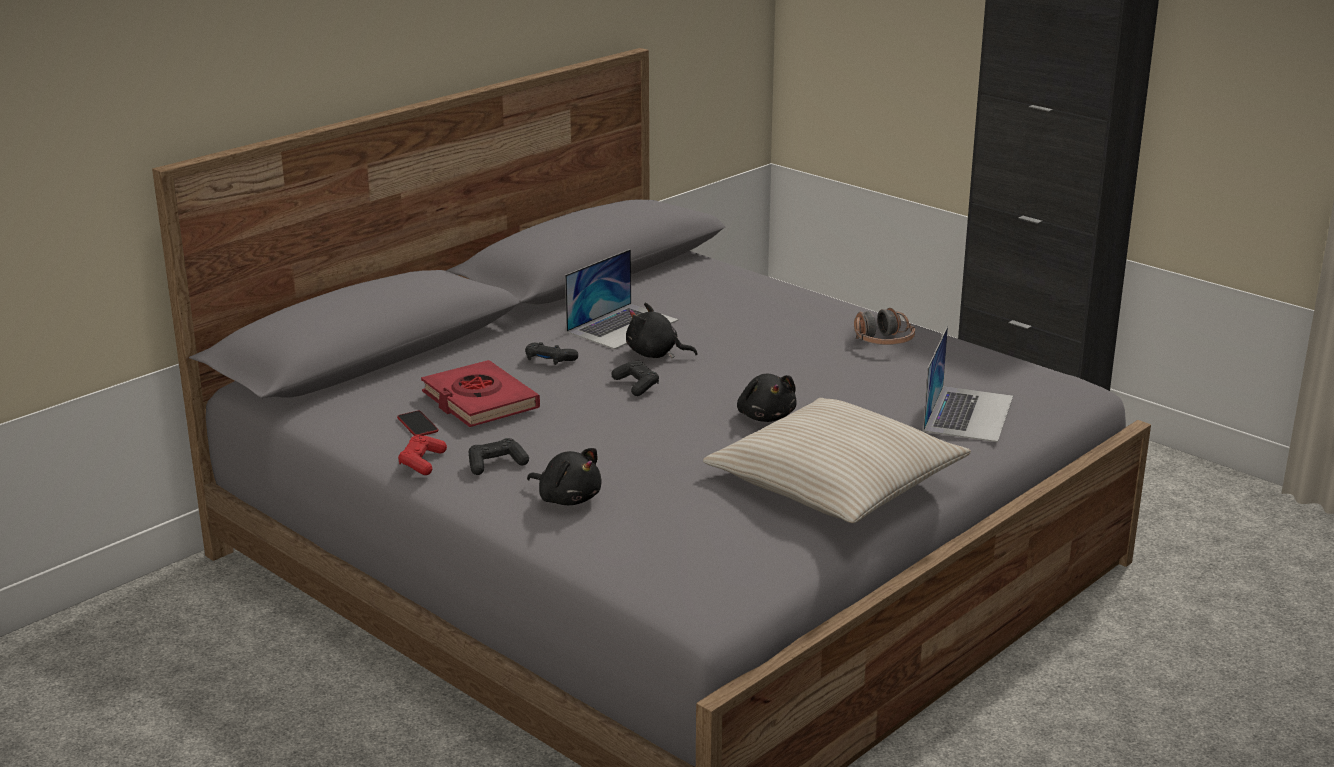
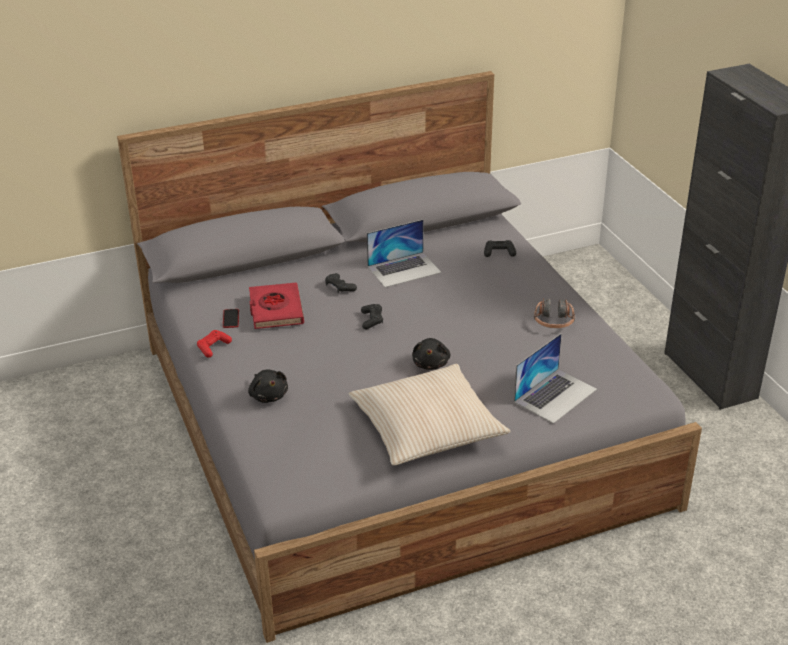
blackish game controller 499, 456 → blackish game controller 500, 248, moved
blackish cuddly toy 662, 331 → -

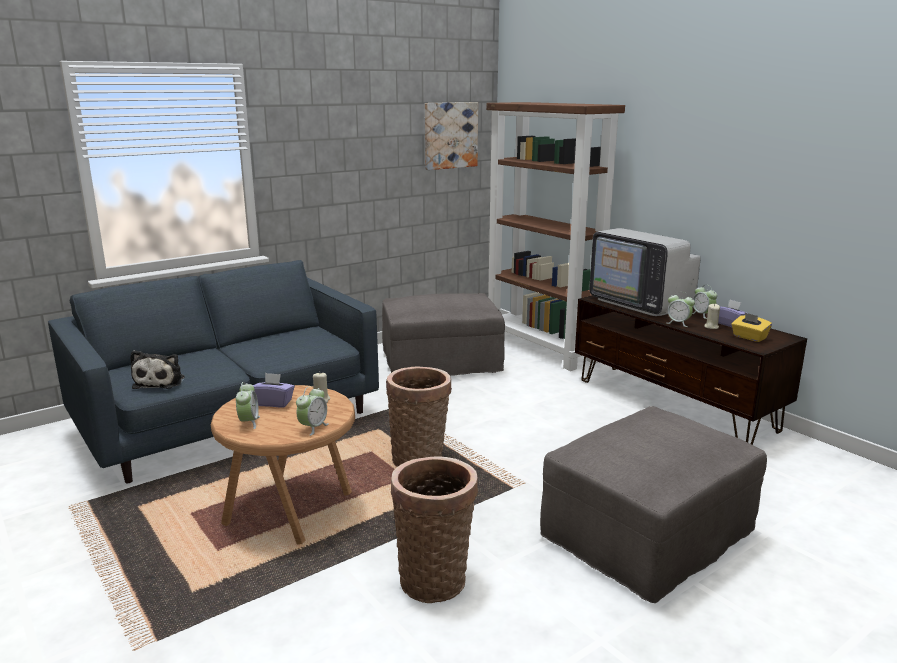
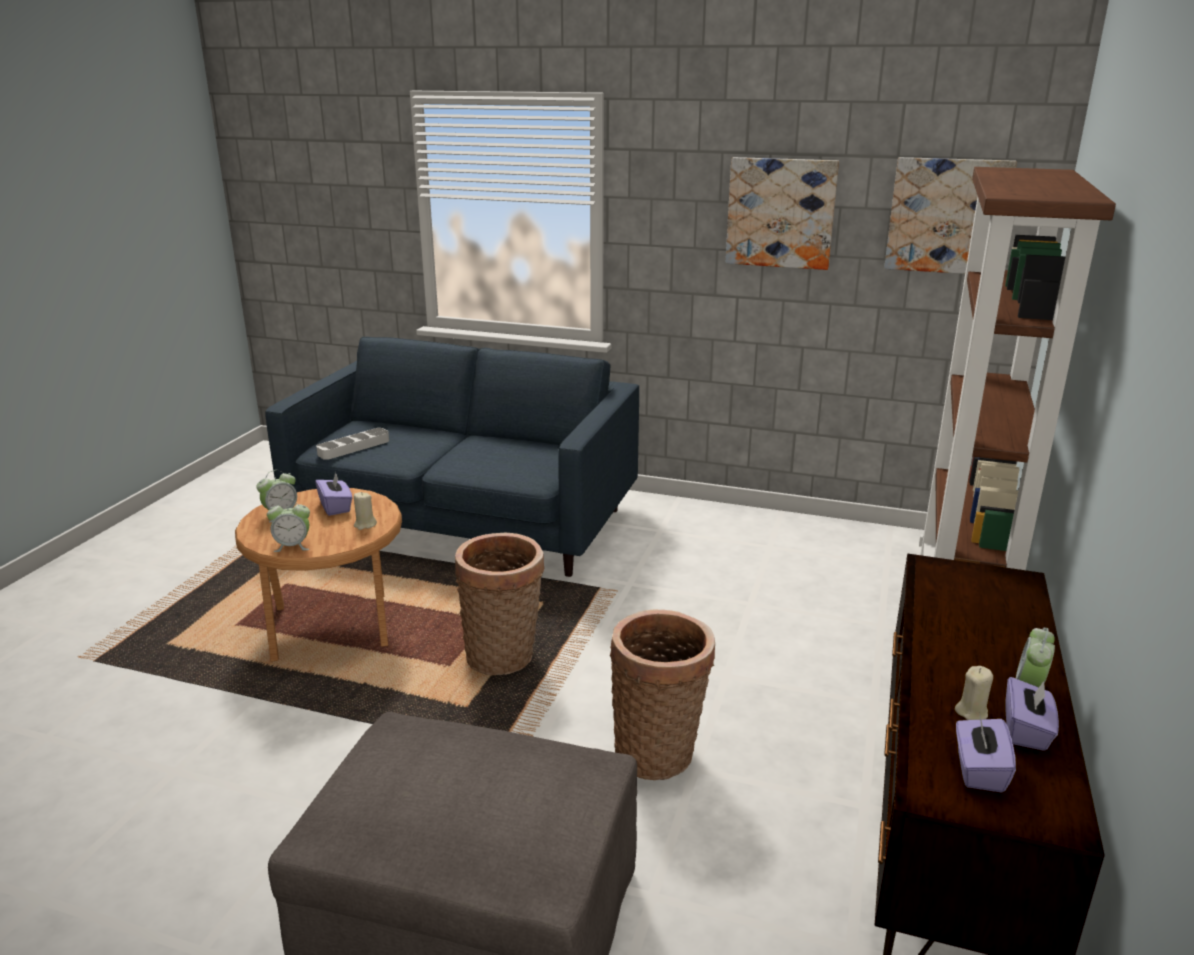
cuddly toy 157, 369 → greyish serving tray 352, 444
household basket 434, 529 → household basket 662, 695, moved
- → picture 782, 213
yellow box of tissues 751, 327 → purplish box of tissues 986, 754
greyish footrest 443, 334 → -
TV set 645, 272 → -
table clock 681, 309 → -

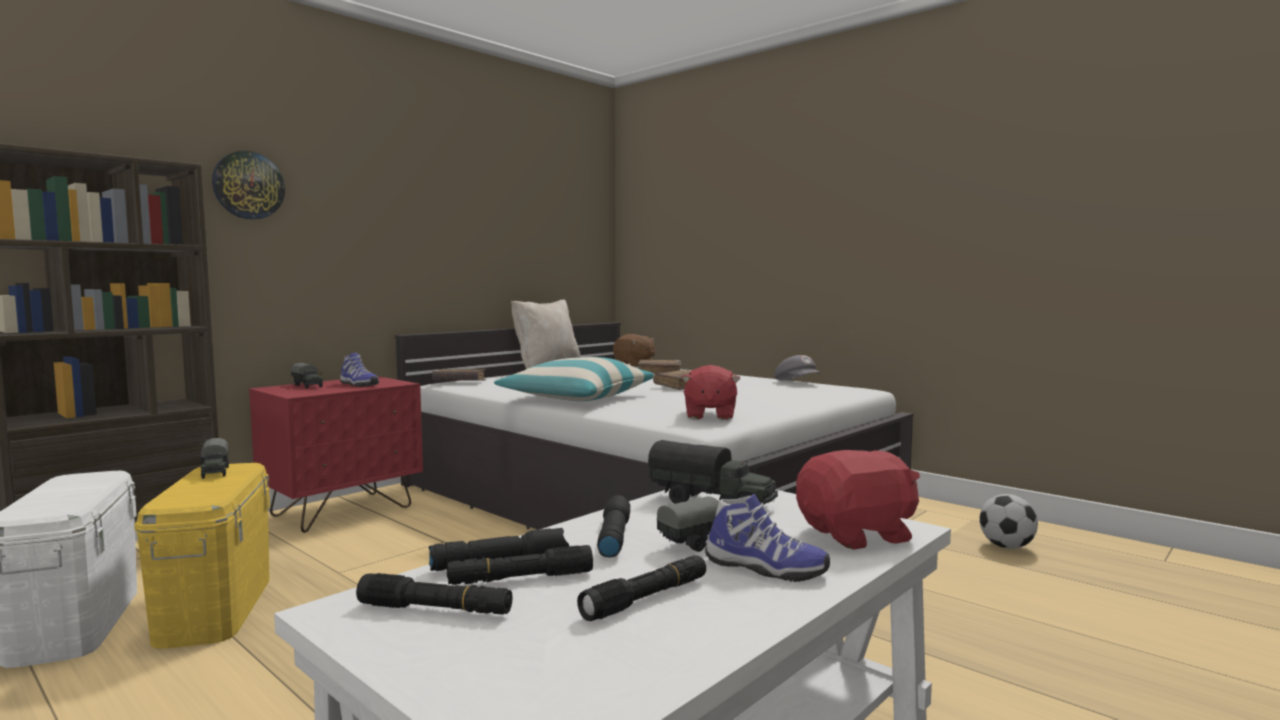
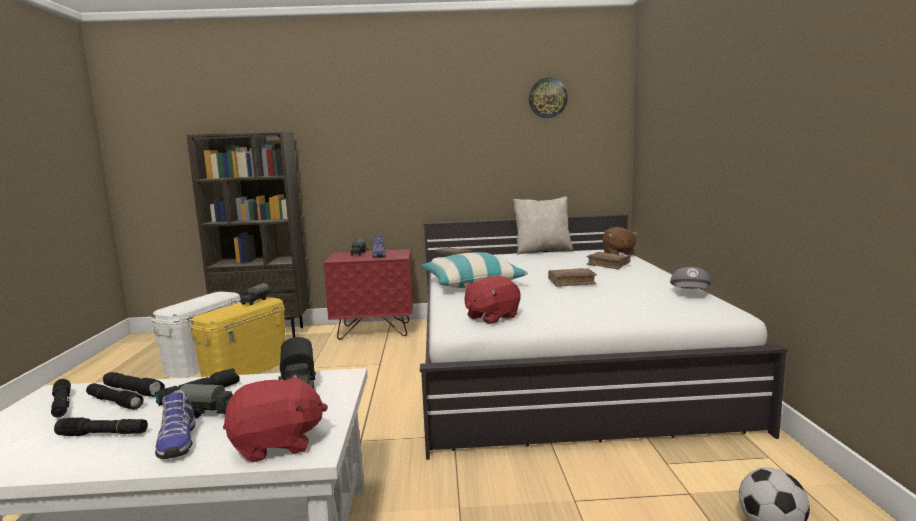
reddish cuddly toy 858, 500 → reddish cuddly toy 275, 418, 45 degrees counterclockwise
clock on the wall 248, 185 → clock on the wall 548, 98, moved

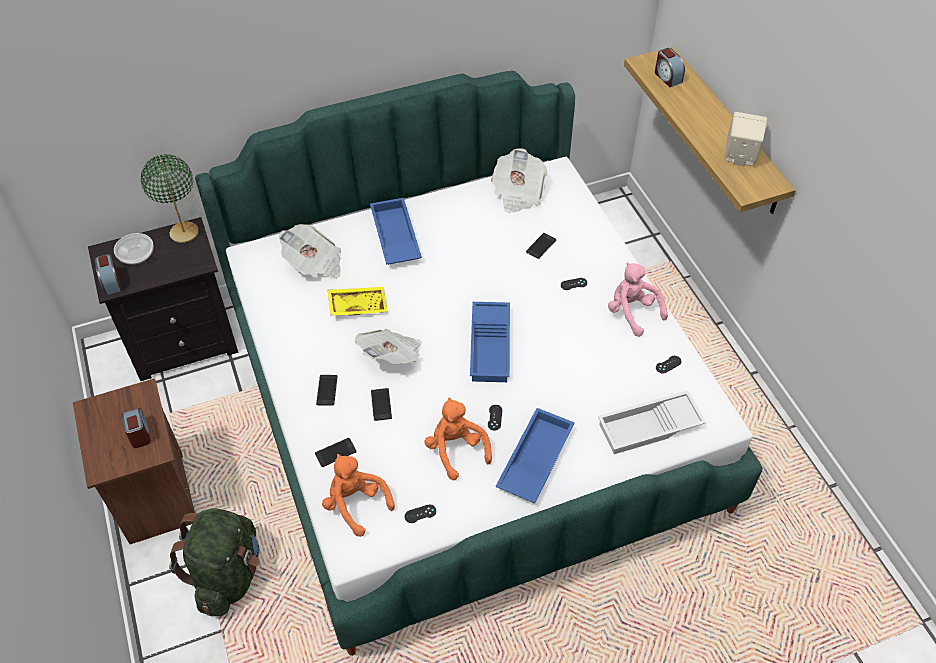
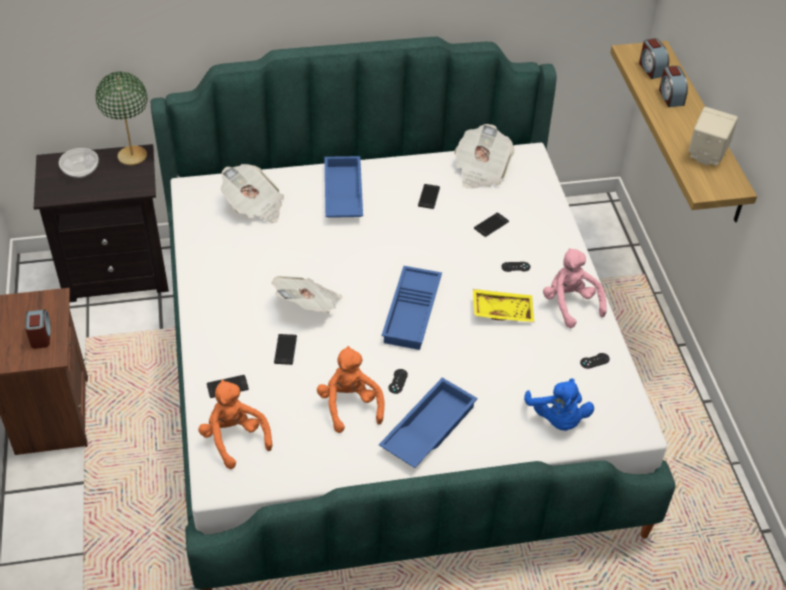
phone 327, 390 → phone 429, 196, moved
yellow serving tray 358, 301 → yellow serving tray 503, 306, moved
white serving tray 652, 422 → blue-coloured cuddly toy 559, 404
table clock 108, 274 → table clock 673, 86, moved
green-coloured knapsack 214, 562 → -
blackish game controller 420, 513 → -

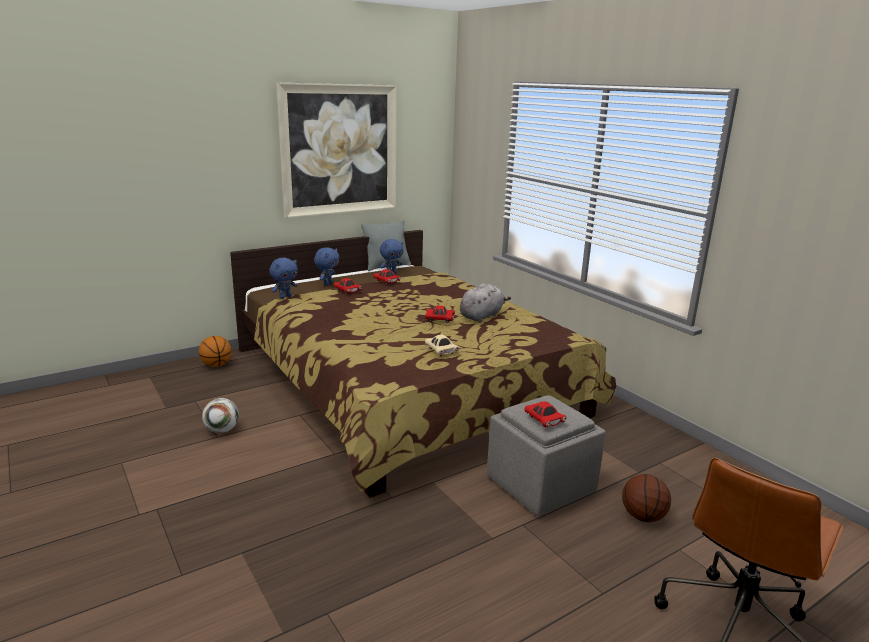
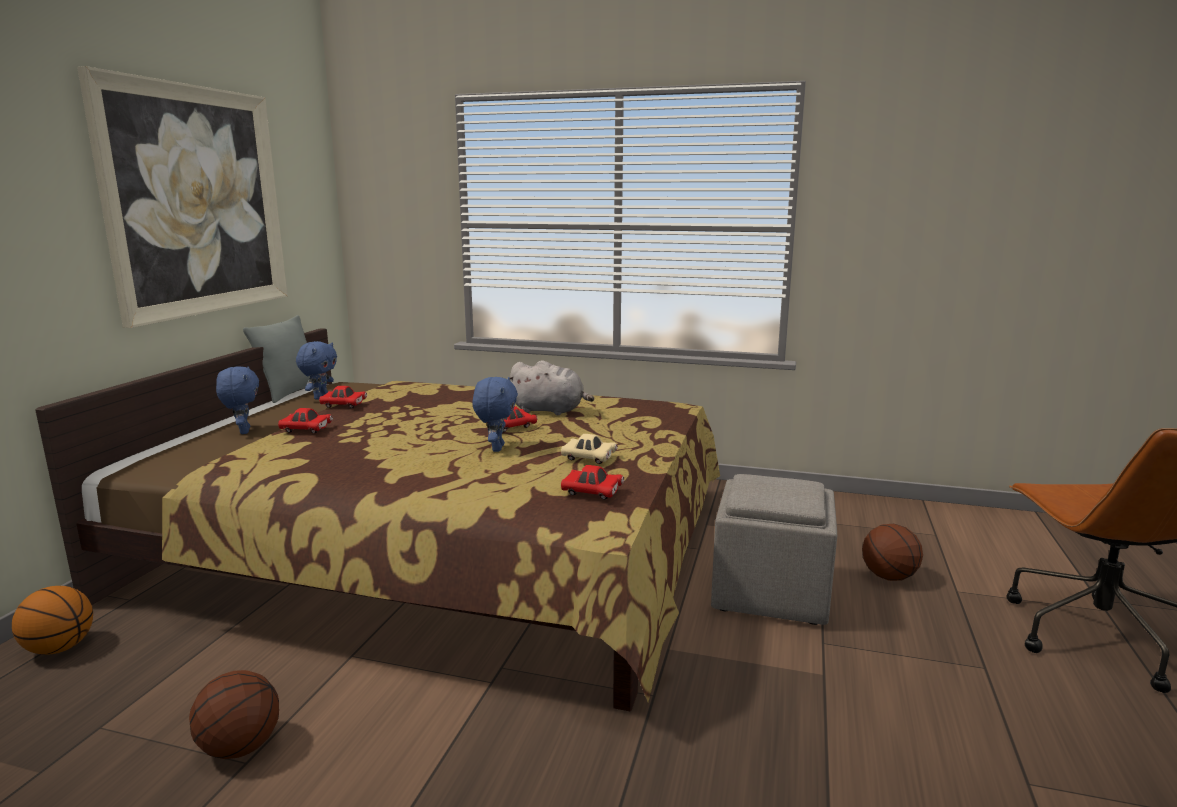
football ball 220, 415 → ball for basketball 234, 714
blue-coloured cuddly toy 283, 278 → blue-coloured cuddly toy 495, 414, moved
greyish cuddly toy 485, 302 → greyish cuddly toy 552, 387, 105 degrees clockwise
reddish miniature car 545, 414 → reddish miniature car 592, 482, moved

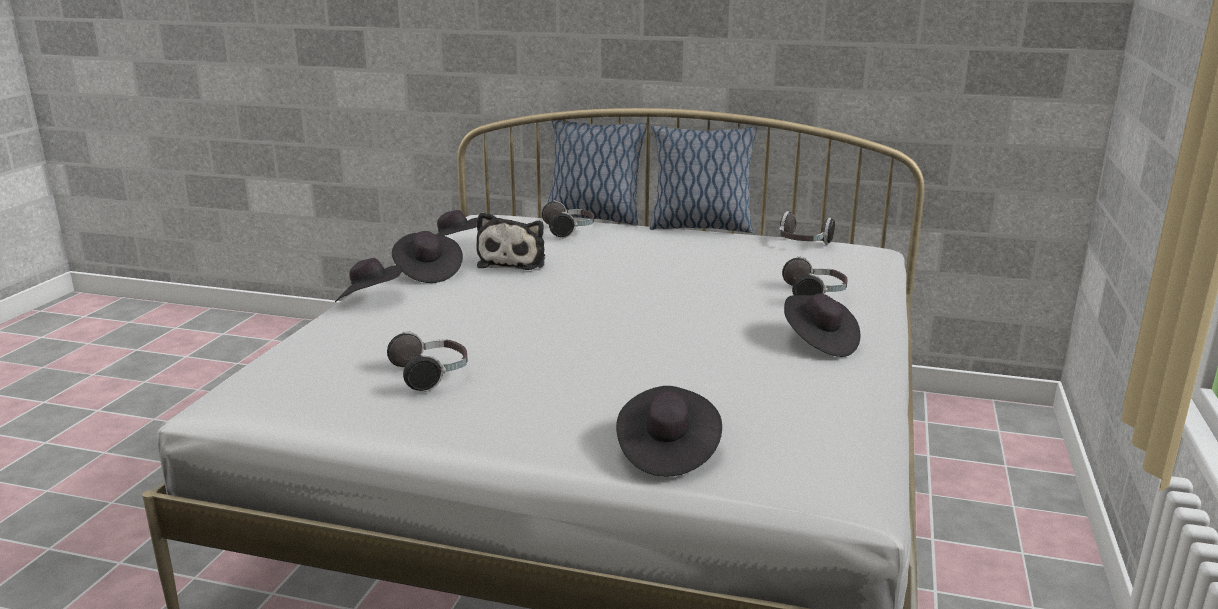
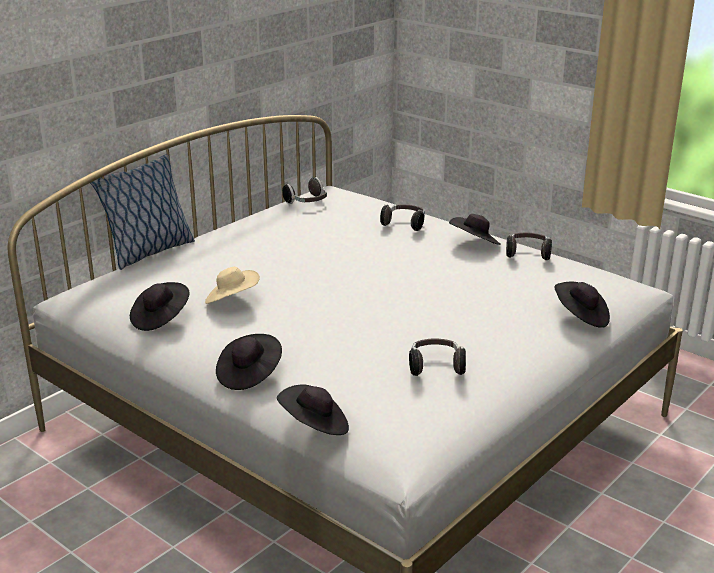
cuddly toy 510, 241 → beige-coloured hat 232, 285
blackish hat 427, 257 → blackish hat 313, 409, moved
pair of headphones 568, 219 → pair of headphones 529, 246, moved
pillow 703, 179 → -

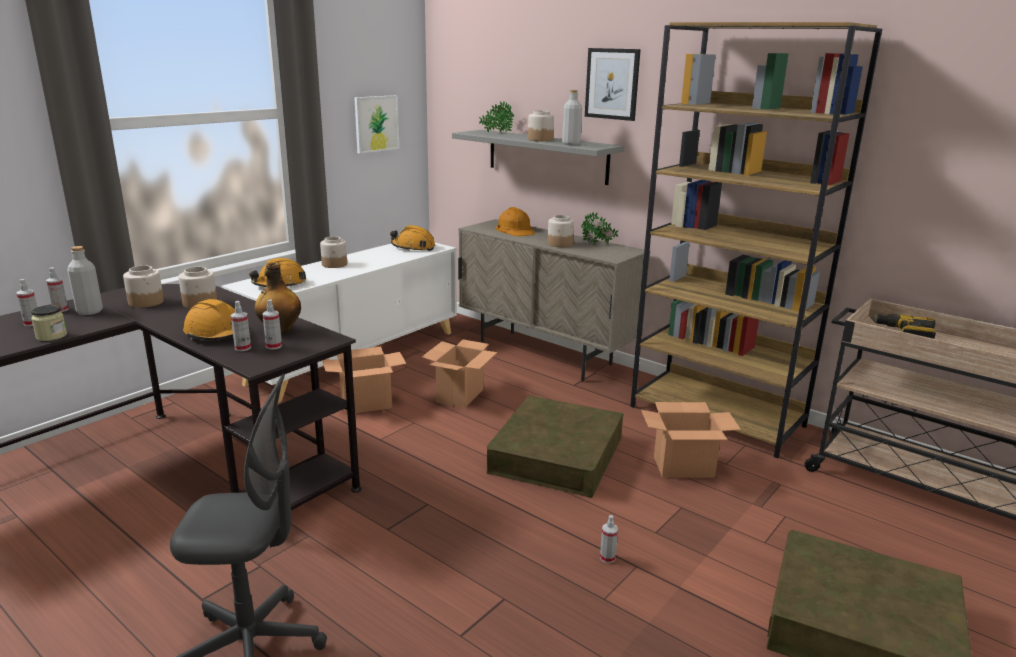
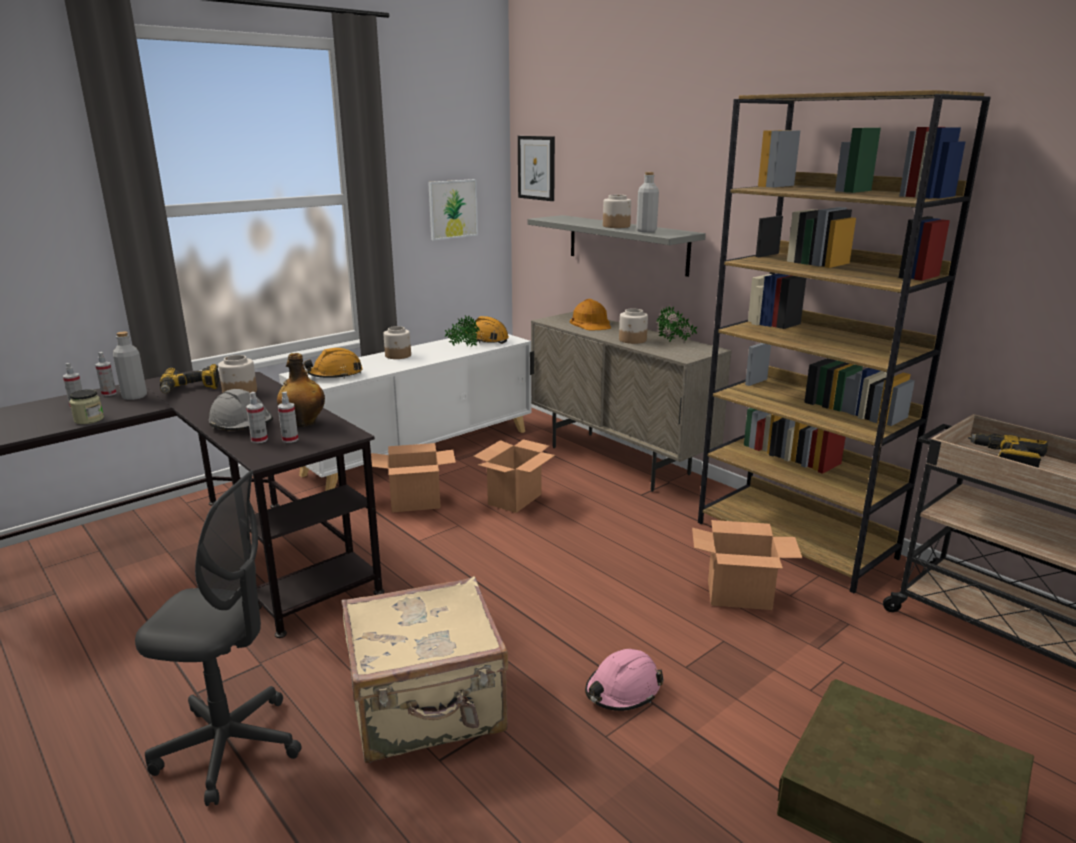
preserve jar 143, 286 → power drill 190, 378
orangey work helmet 216, 319 → greyish work helmet 241, 410
- → beige-coloured suitcase 425, 669
houseplant 496, 117 → houseplant 462, 331, moved
picture 613, 84 → picture 536, 168, moved
sprayer 609, 539 → pink-coloured work helmet 624, 680
brown-coloured storage container 555, 446 → -

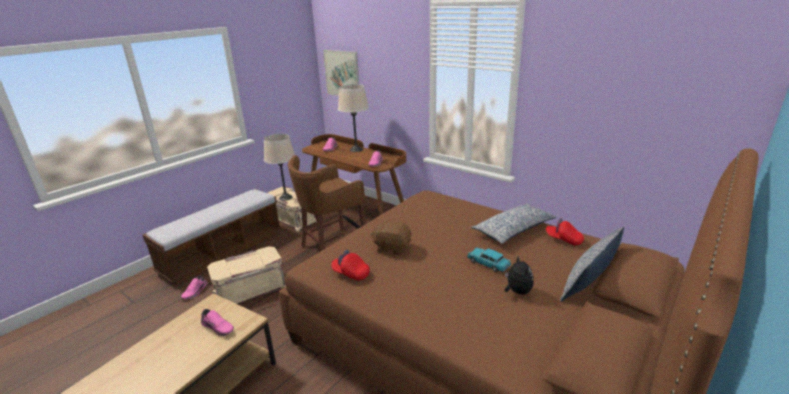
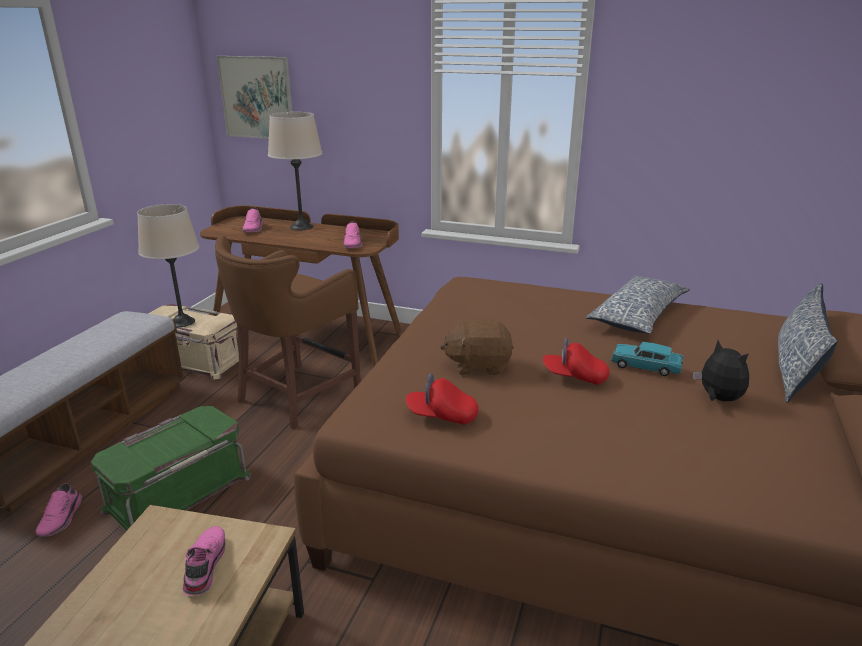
beige-coloured storage container 246, 275 → green-coloured storage container 171, 468
pink-coloured low shoe 217, 322 → pink-coloured low shoe 204, 561, 105 degrees counterclockwise
reddish baseball cap 565, 232 → reddish baseball cap 576, 361, moved

